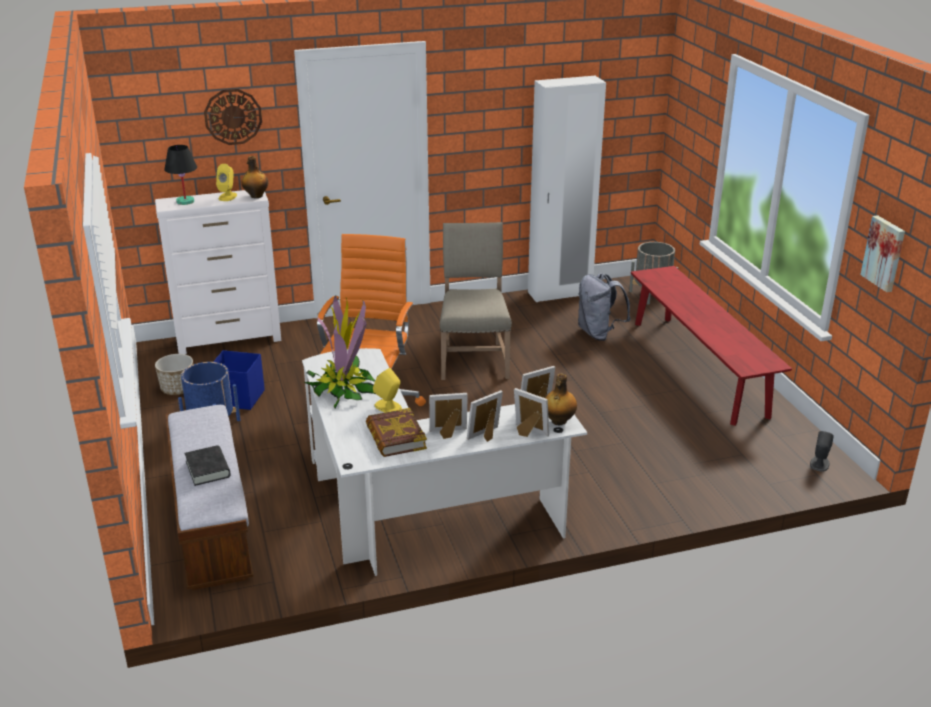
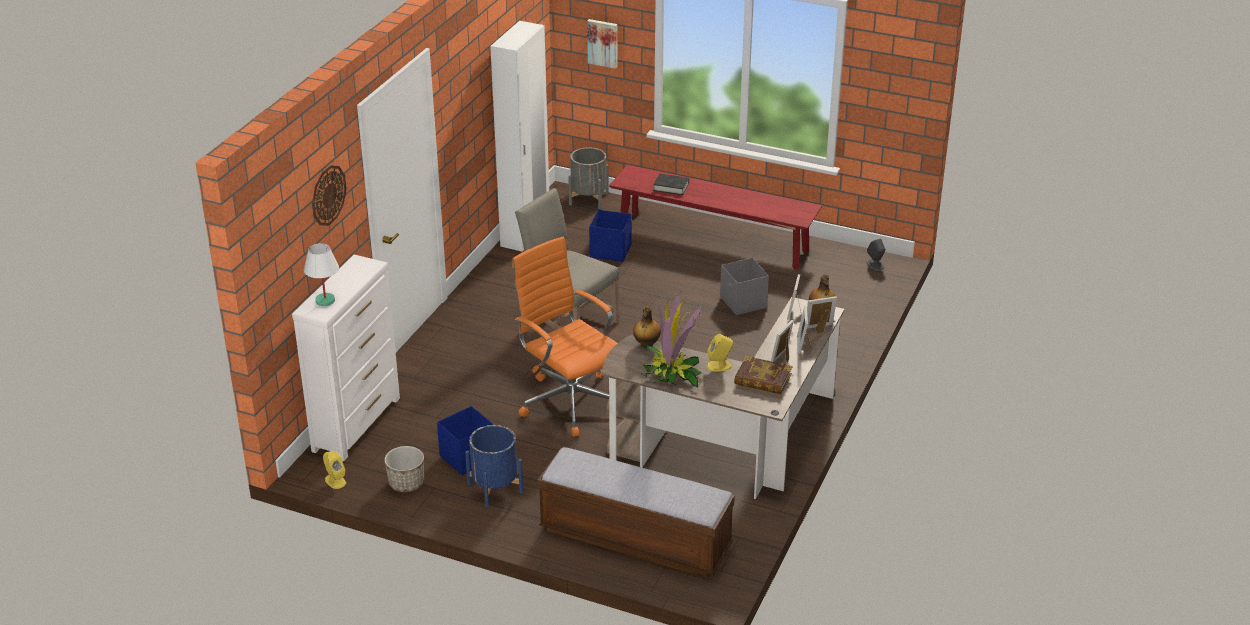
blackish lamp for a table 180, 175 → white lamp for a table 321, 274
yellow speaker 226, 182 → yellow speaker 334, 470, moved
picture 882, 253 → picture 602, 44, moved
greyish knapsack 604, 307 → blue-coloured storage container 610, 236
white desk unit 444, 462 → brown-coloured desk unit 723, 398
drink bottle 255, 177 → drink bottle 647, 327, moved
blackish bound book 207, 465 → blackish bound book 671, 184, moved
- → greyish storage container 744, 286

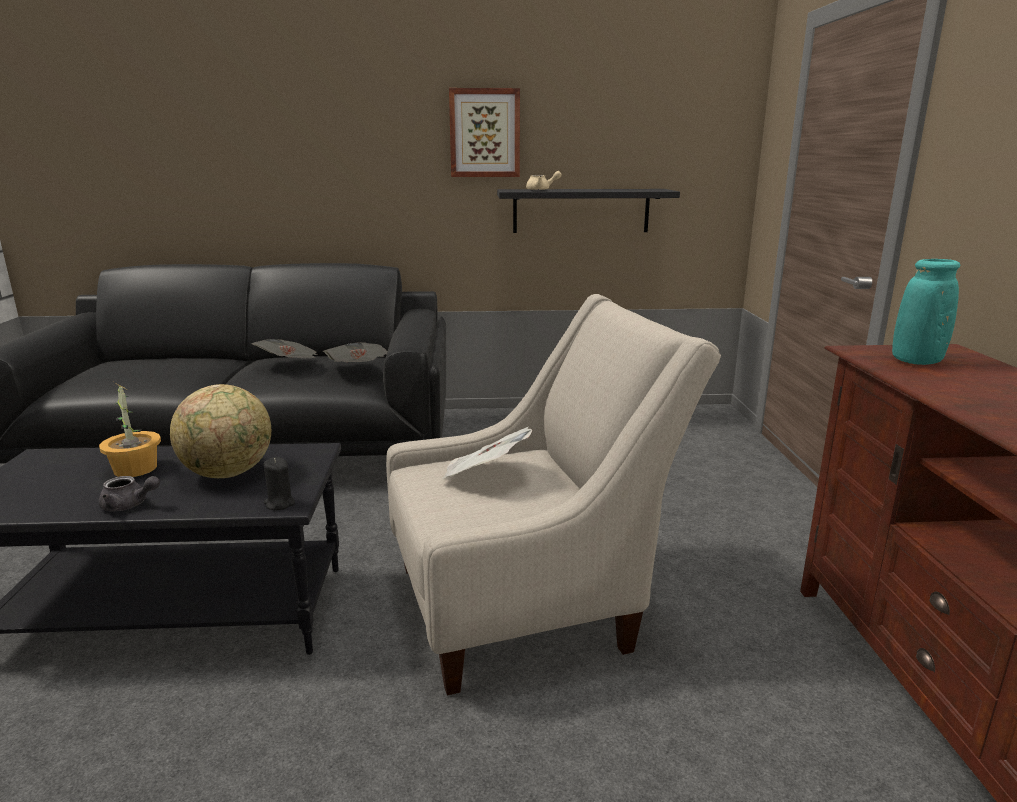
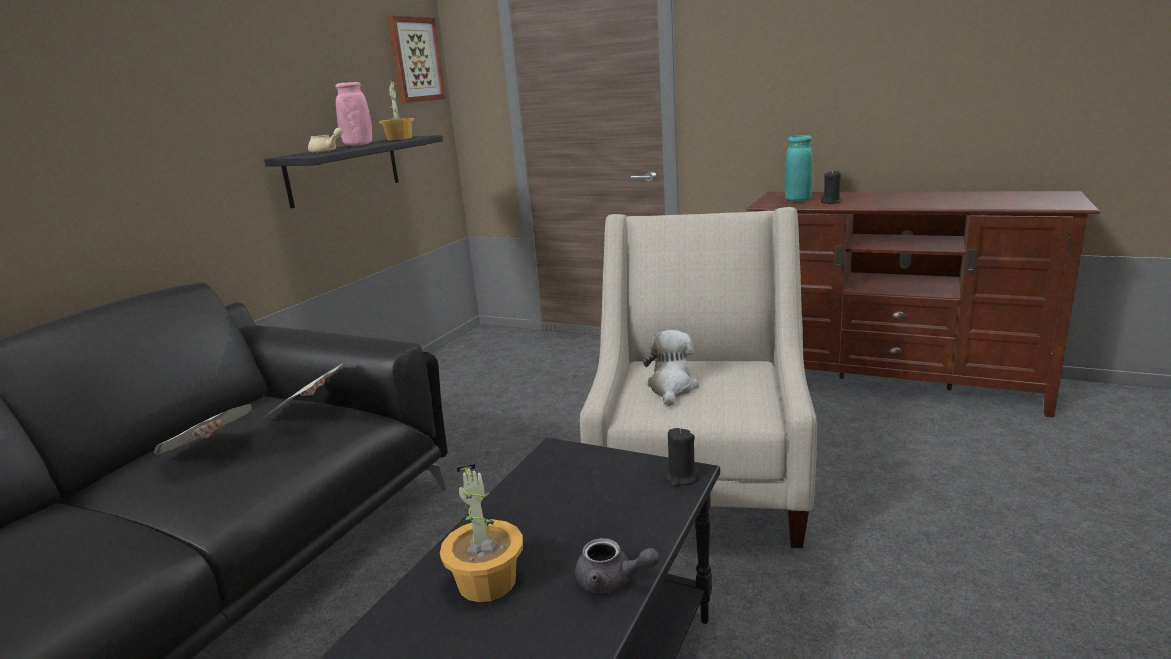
- → pink-coloured vase 354, 114
- → houseplant 396, 110
picture 484, 132 → picture 416, 59, moved
greyish pot for tea 129, 493 → greyish pot for tea 617, 565, 75 degrees clockwise
printed paper 487, 453 → cuddly toy 671, 368
- → blackish wax candle 831, 187
world globe 220, 431 → -

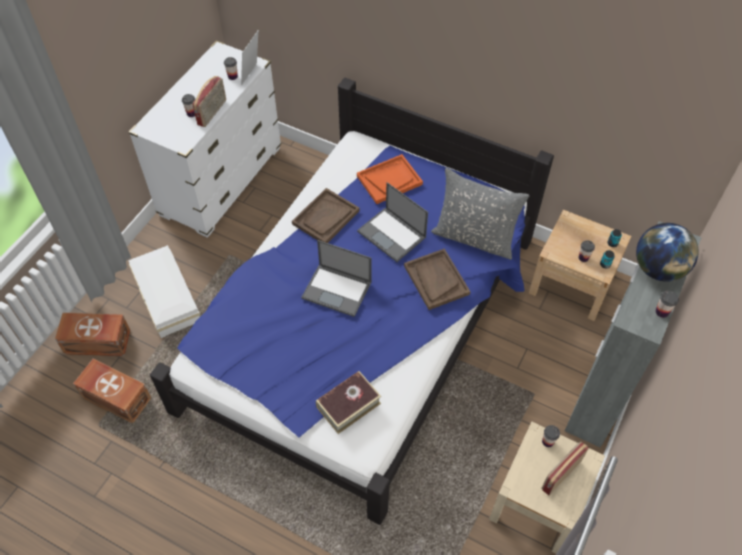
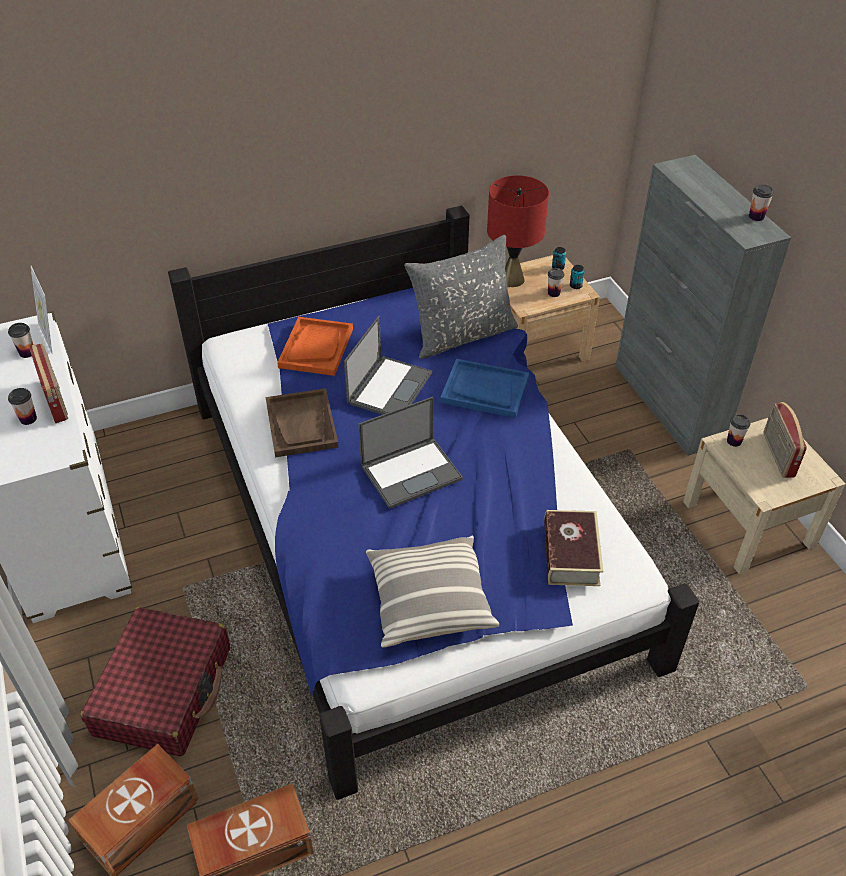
white storage container 164, 291 → reddish suitcase 155, 682
portable computer 392, 222 → portable computer 388, 365, 60 degrees counterclockwise
- → pillow 432, 591
brown-coloured serving tray 437, 279 → blue-coloured serving tray 484, 388
- → reddish lamp for a table 518, 231
world globe 667, 252 → -

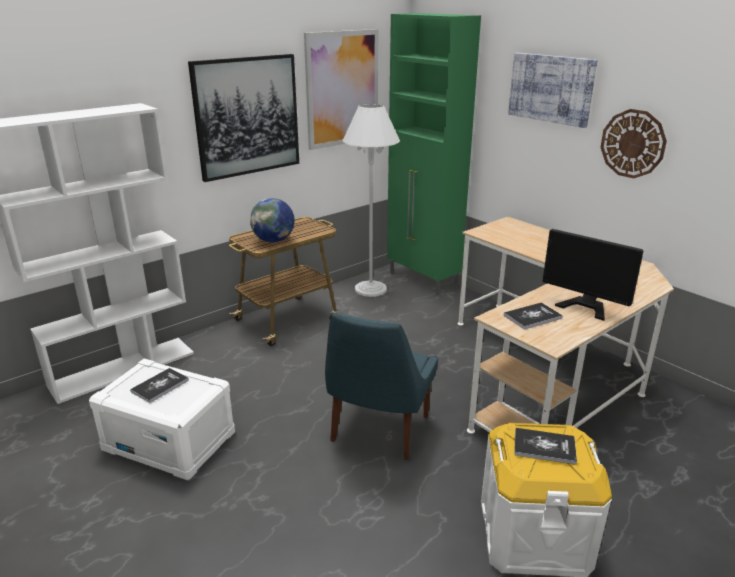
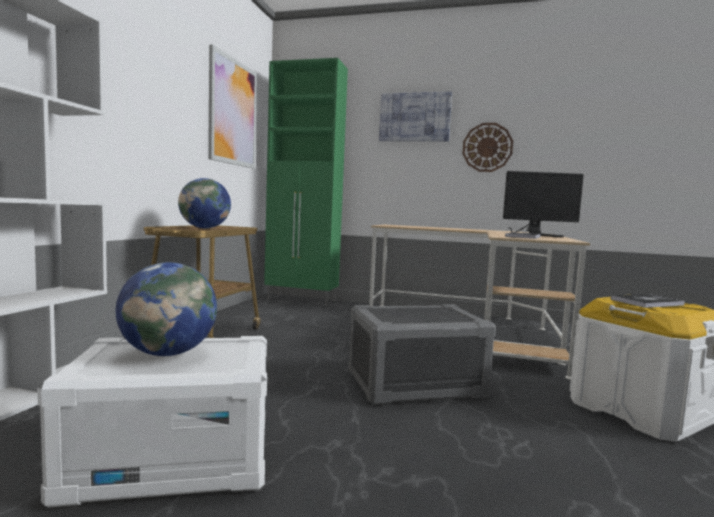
bound book 159, 385 → world globe 166, 309
blue-coloured upright chair 381, 386 → greyish storage container 422, 354
picture 243, 118 → -
white floor lamp 371, 200 → -

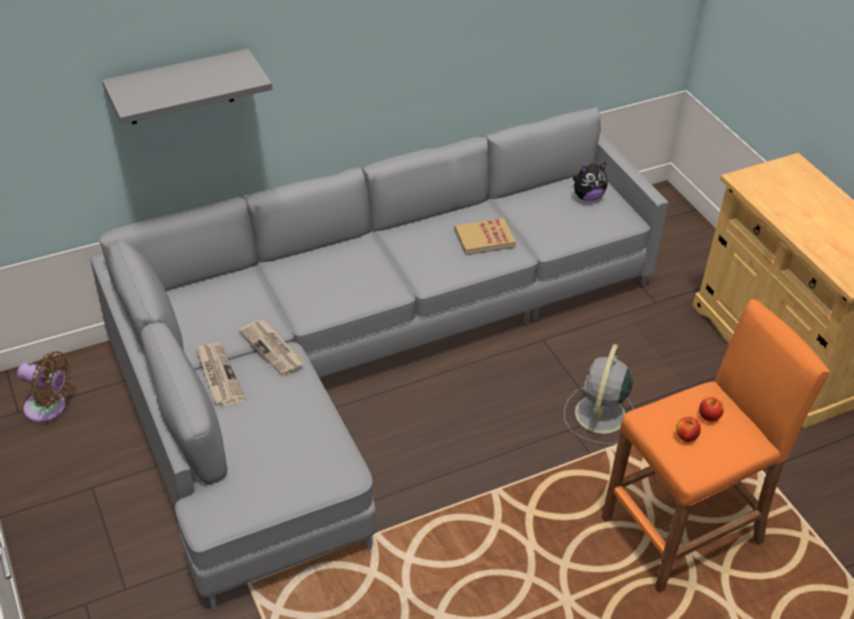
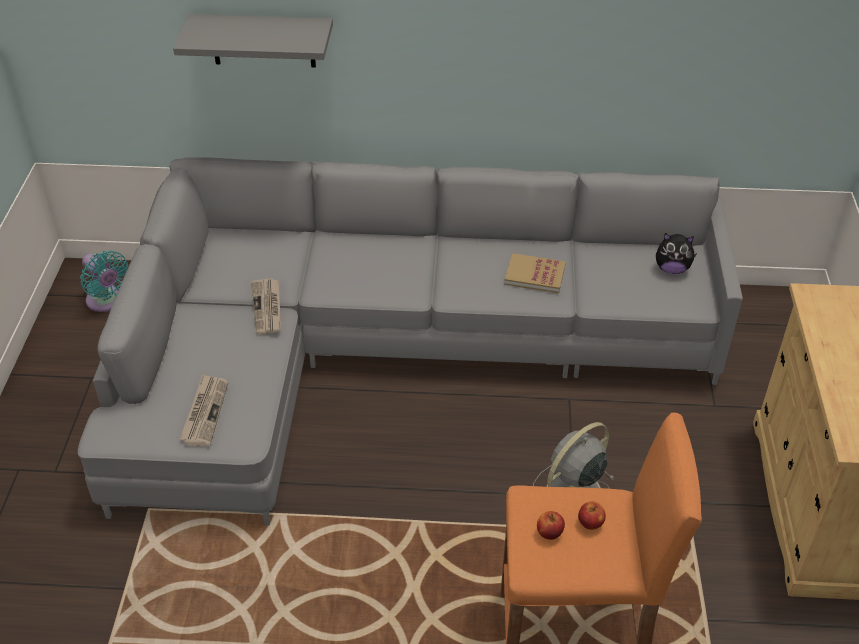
brown-coloured cooling fan 44, 387 → turquoise-coloured cooling fan 104, 281
printed paper 221, 374 → printed paper 204, 410, moved

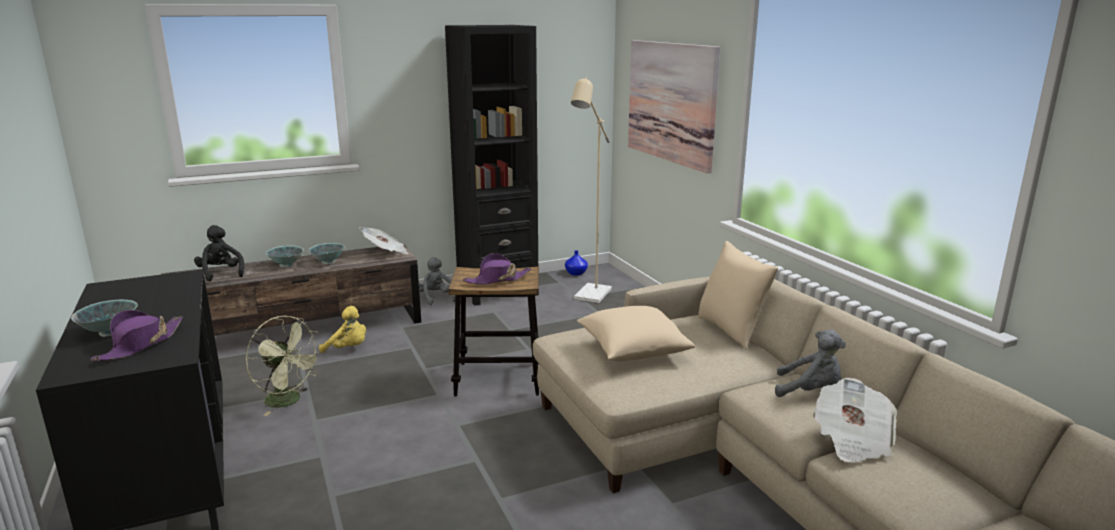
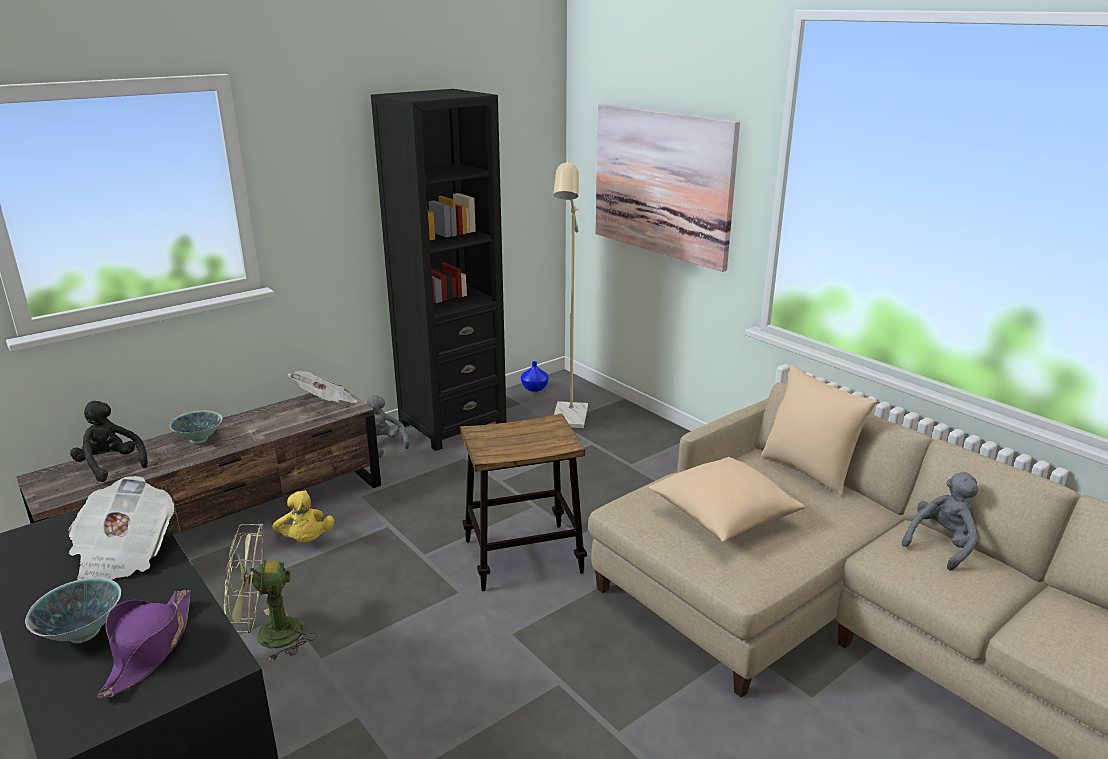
printed paper 855, 420 → printed paper 121, 528, moved
green-coloured cooling fan 284, 366 → green-coloured cooling fan 270, 592, 150 degrees clockwise
yellow cuddly toy 342, 329 → yellow cuddly toy 303, 516, 60 degrees clockwise
greyish cuddly toy 810, 363 → greyish cuddly toy 940, 521, 45 degrees counterclockwise
bowl 326, 253 → -
purplish hat 497, 269 → -

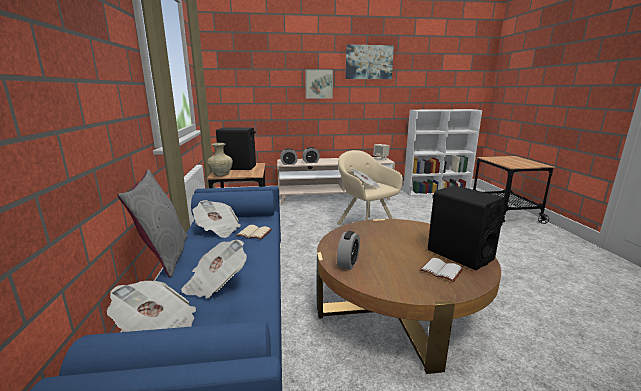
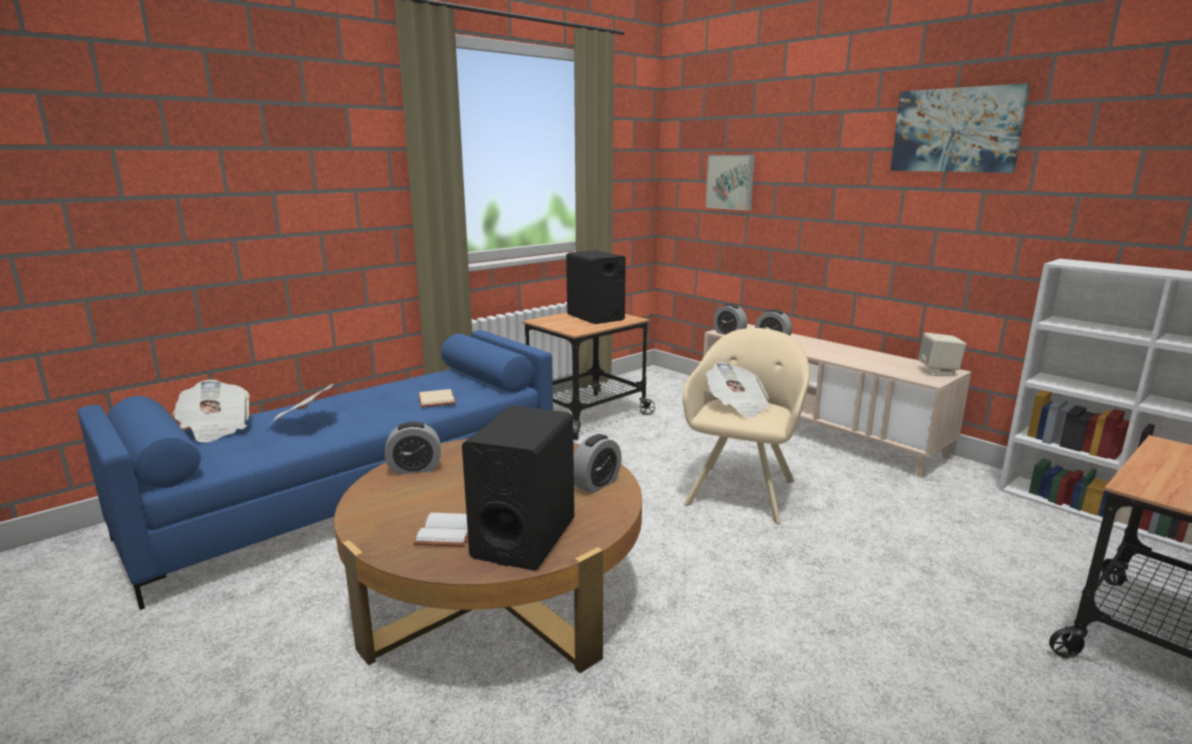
- → table clock 598, 464
picture 319, 83 → picture 730, 183, moved
greyish pillow 152, 223 → -
printed paper 216, 219 → -
beige-coloured vase 220, 159 → -

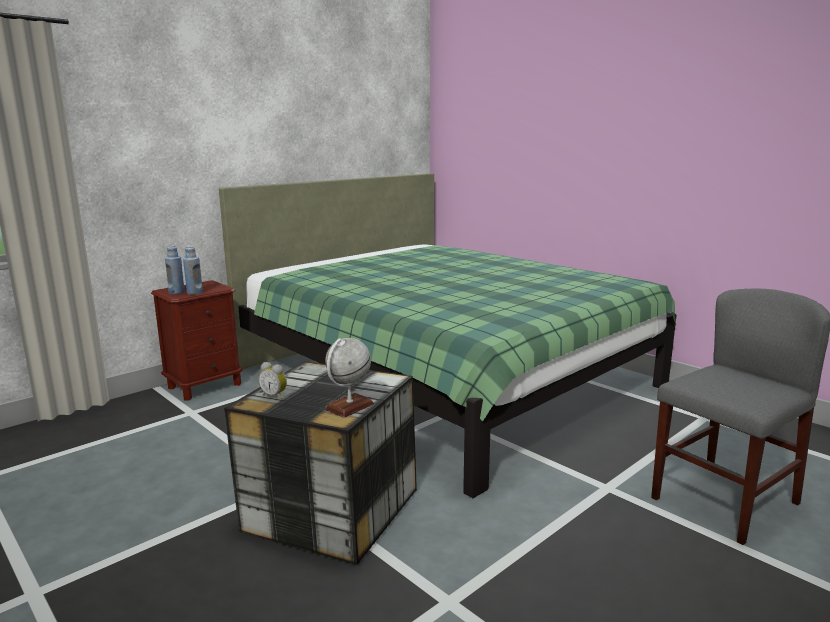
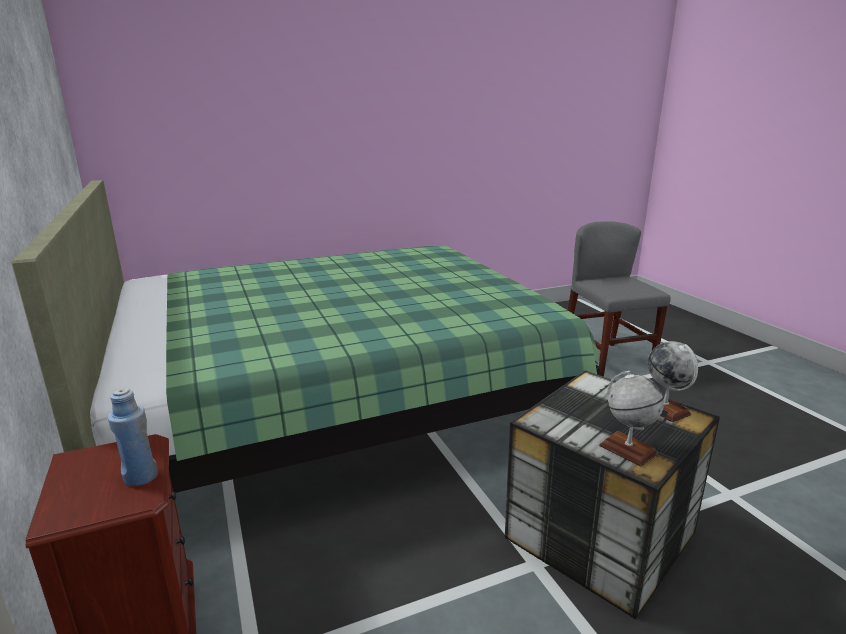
table clock 273, 381 → world globe 631, 419
blue-coloured drink bottle 175, 270 → -

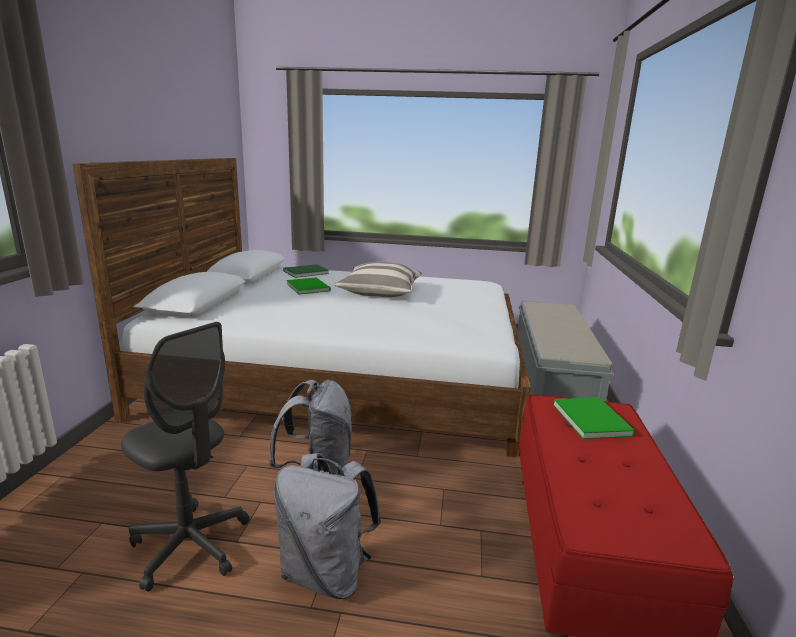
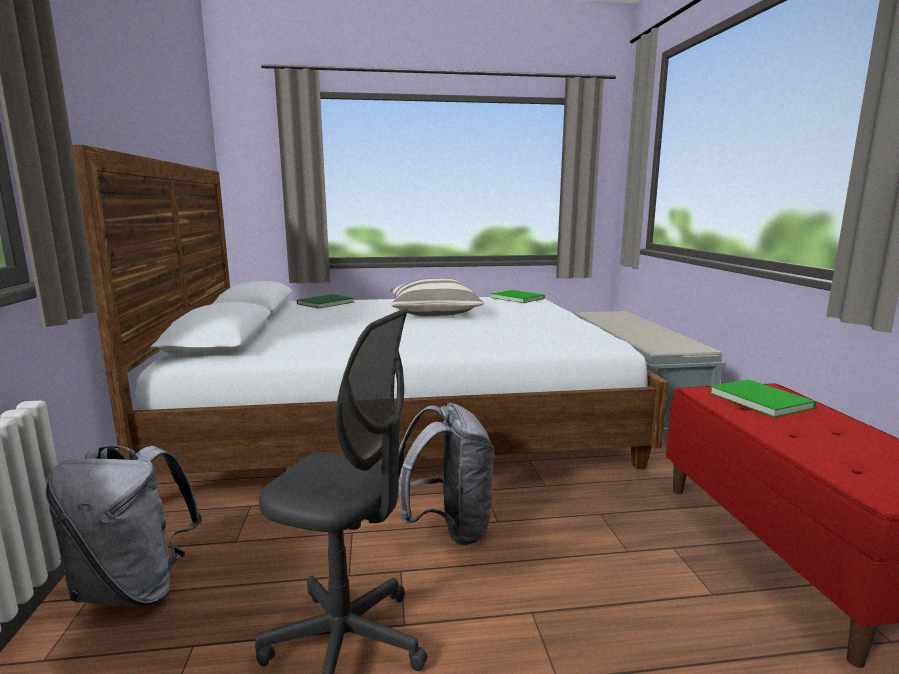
greyish knapsack 327, 526 → greyish knapsack 124, 526, moved
green-coloured bound book 309, 285 → green-coloured bound book 517, 296, moved

